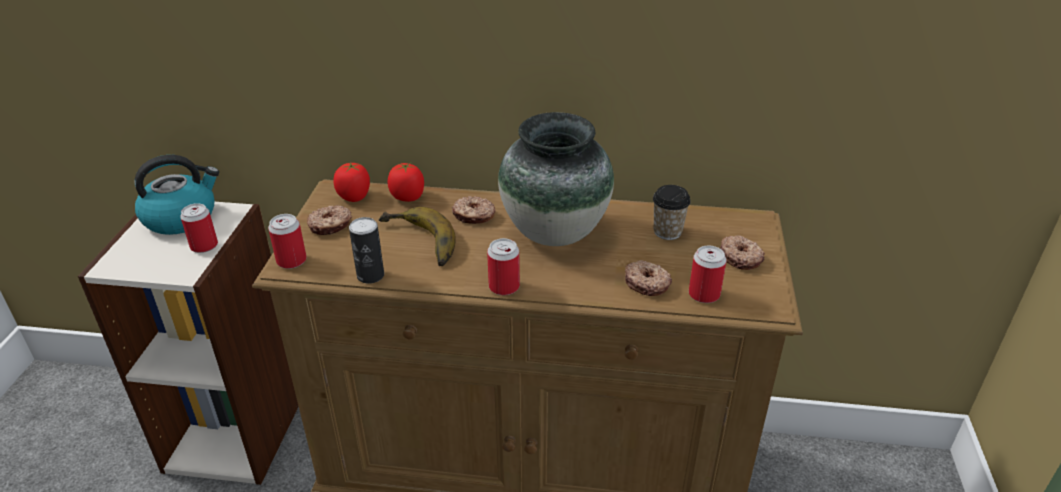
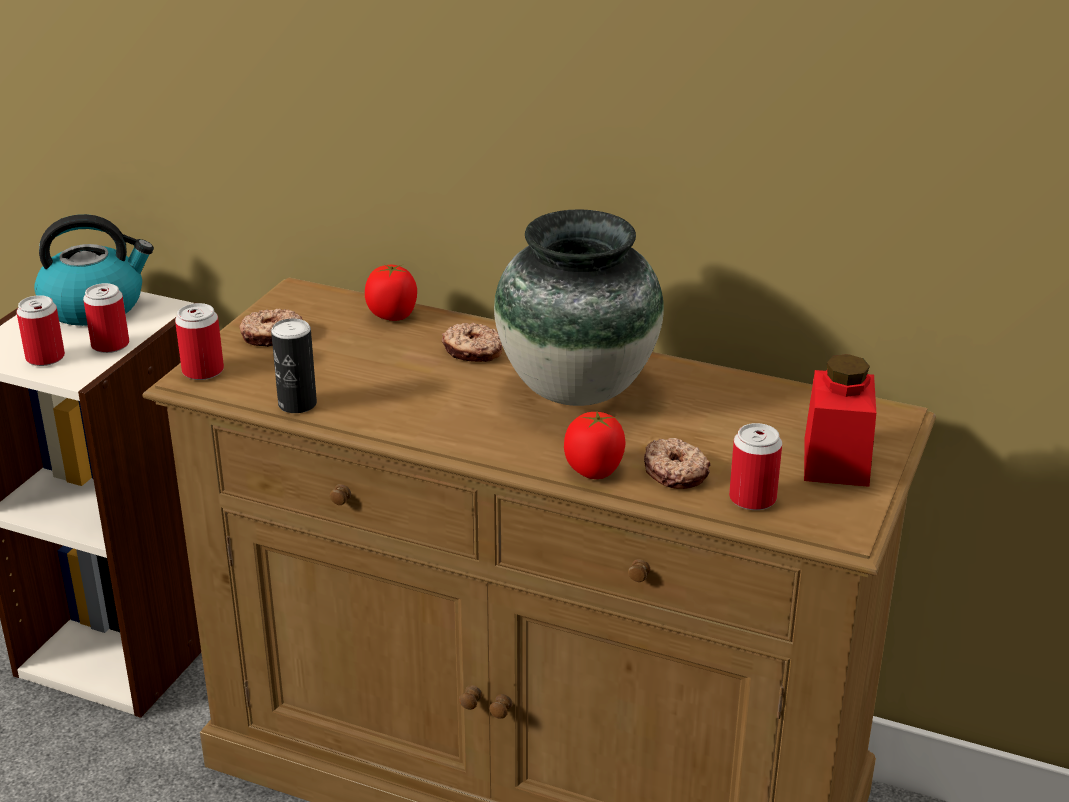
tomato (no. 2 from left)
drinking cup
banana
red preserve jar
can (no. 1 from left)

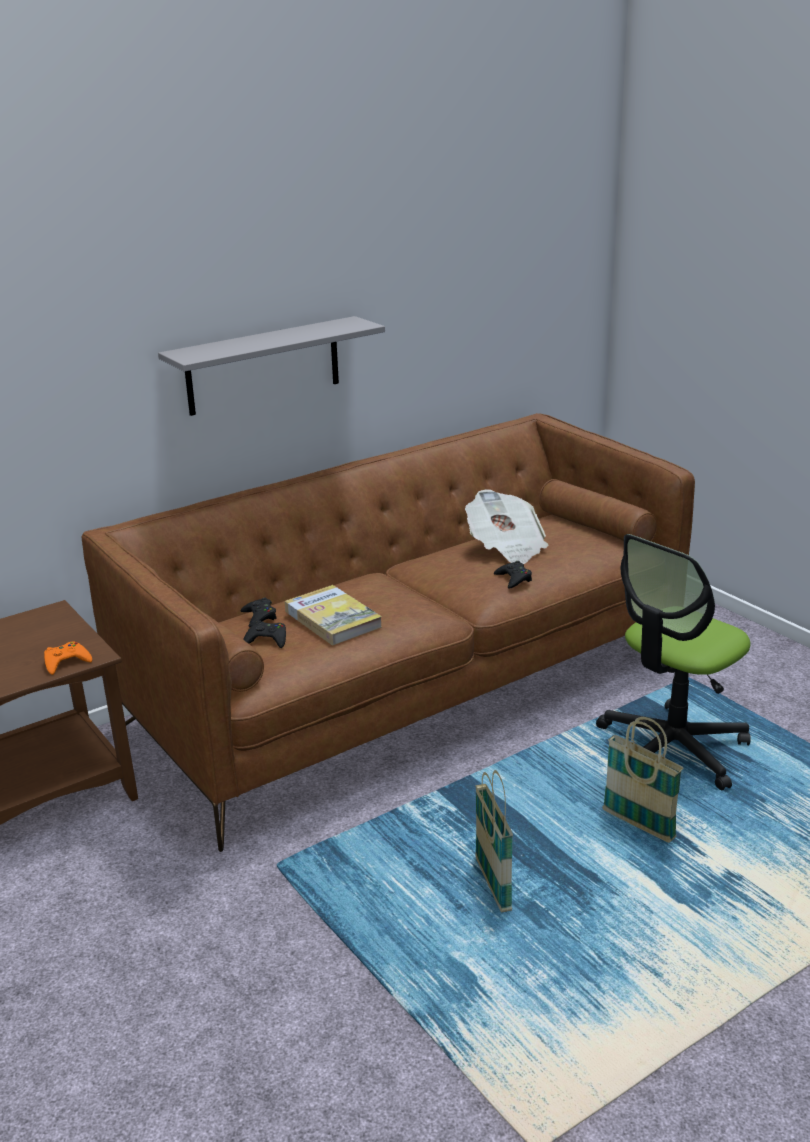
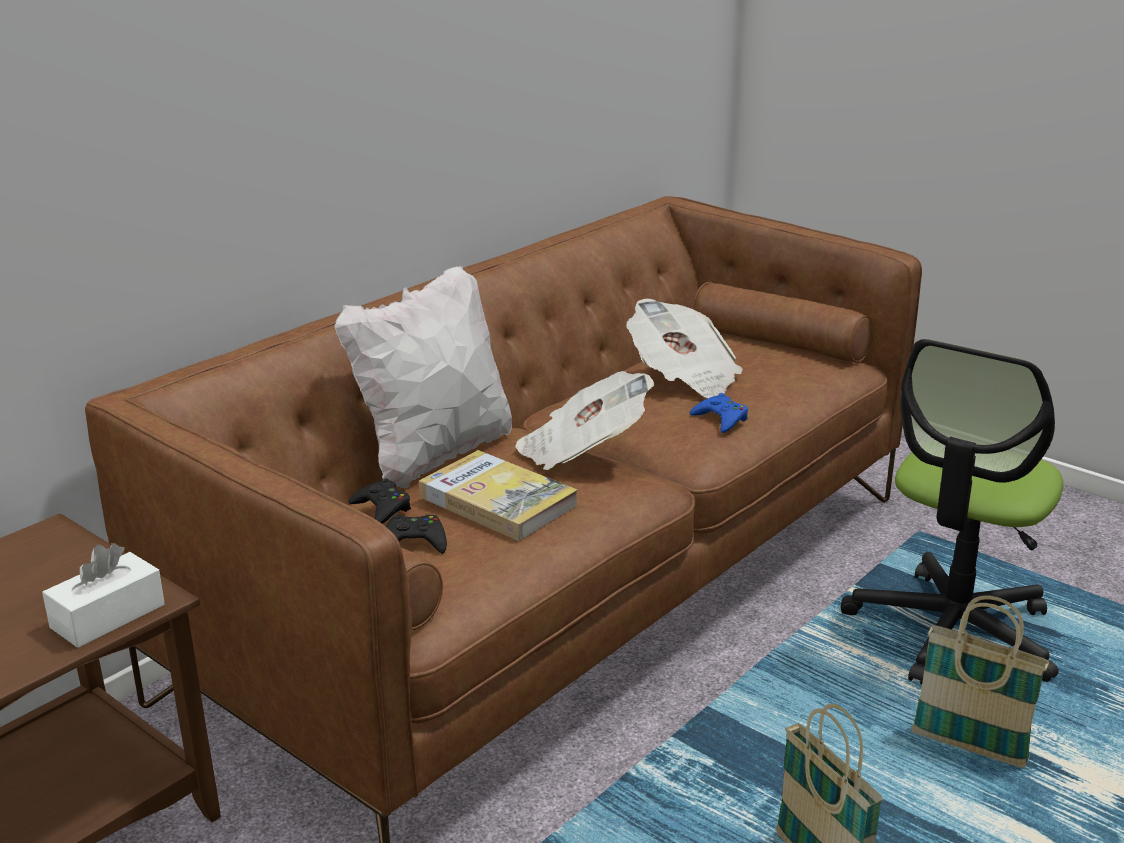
greyish shelf
blue game controller
whitish box of tissues
whitish pillow
daily paper (no. 1 from left)

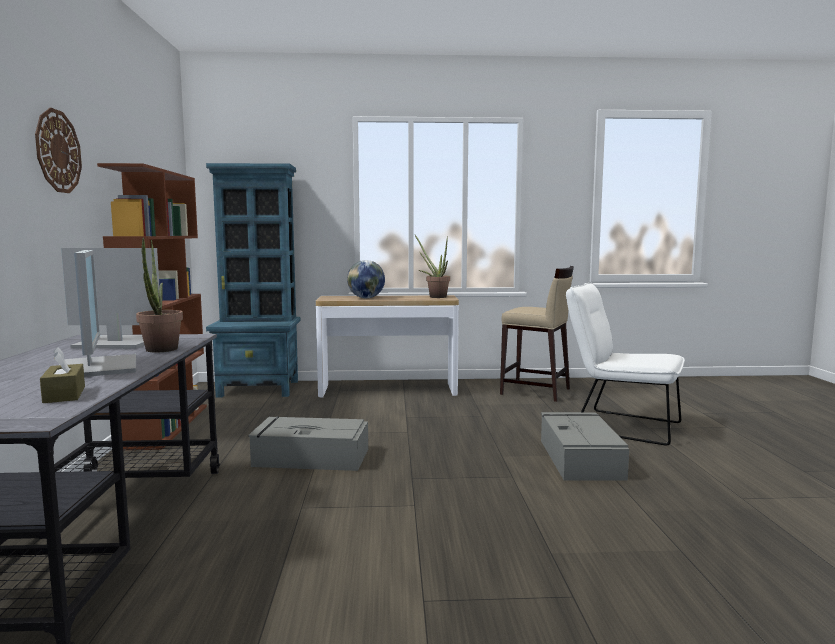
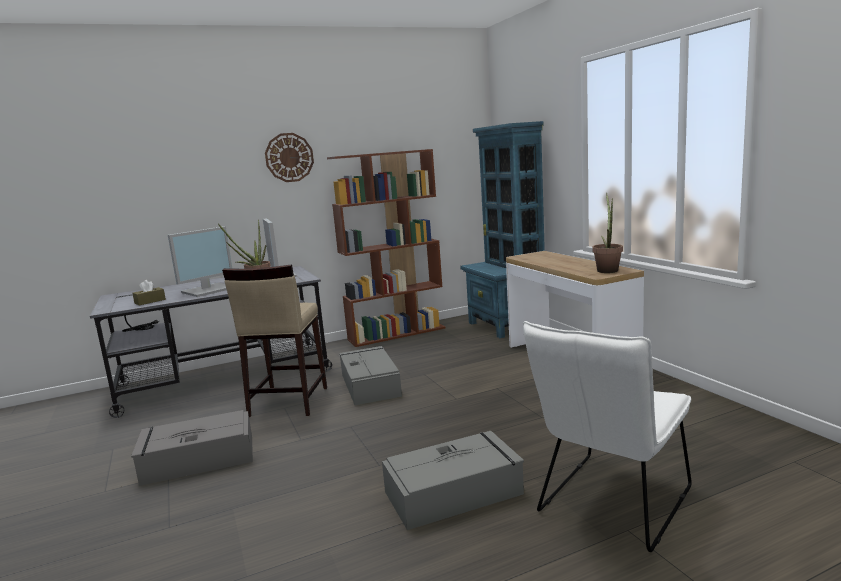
desk globe
sand-coloured stool seat
whitish plain chair
greyish storage bin (no. 1 from left)

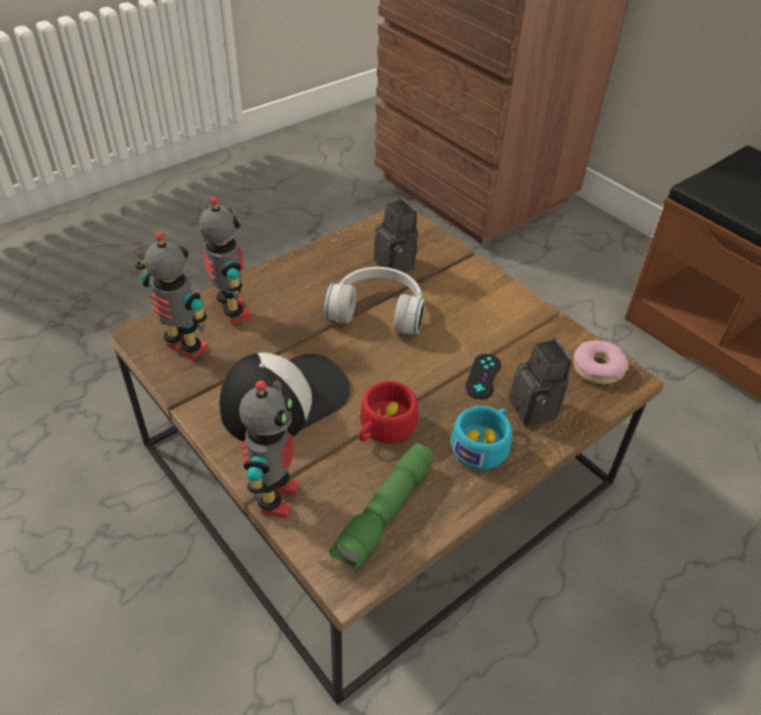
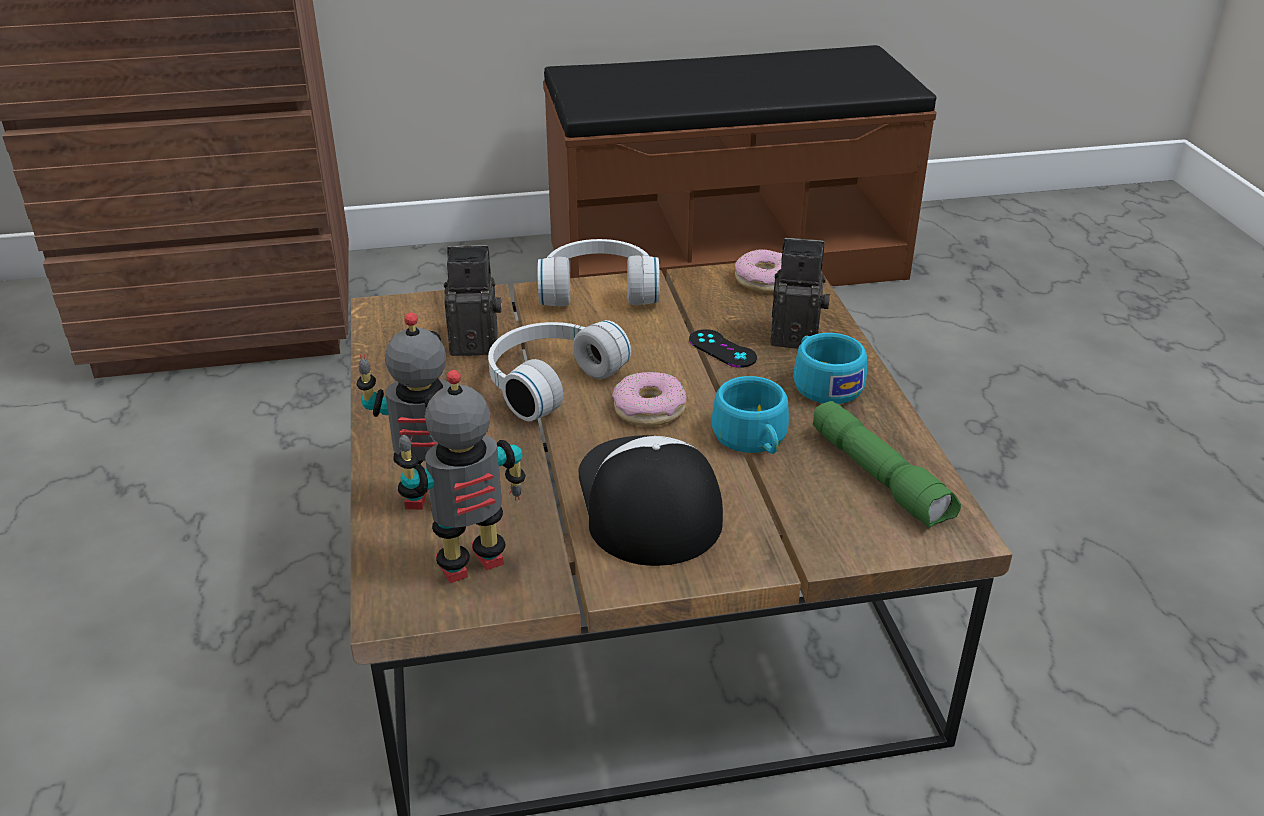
toy robot (no. 3 from left in the first image)
blue-green drinking cup (no. 1 from left)
whitish headphones (no. 2 from left)
doughnut (no. 1 from left)

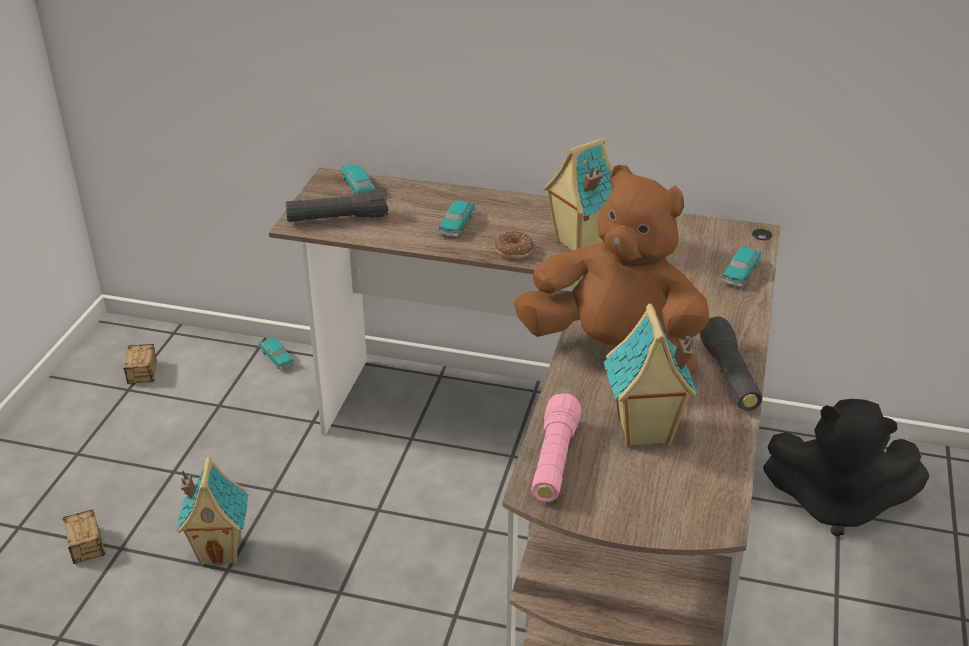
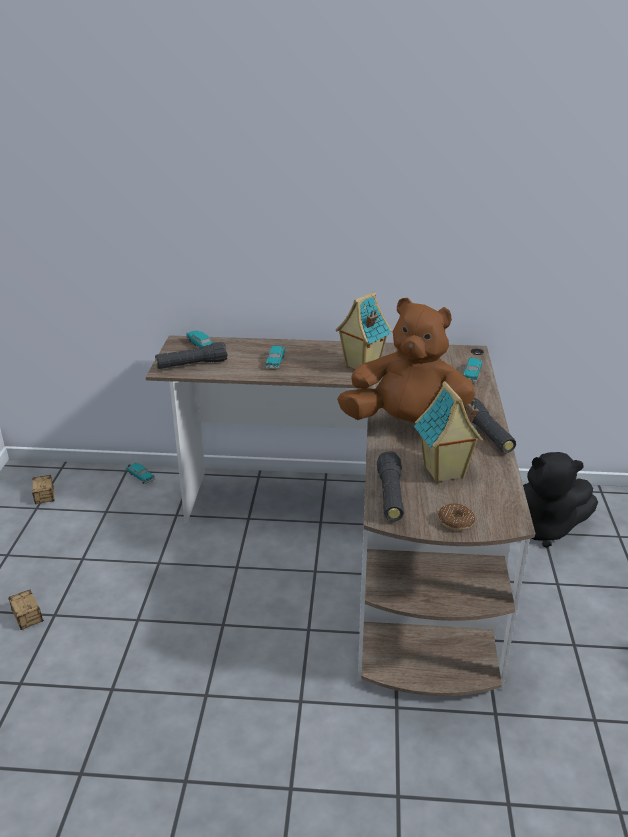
doughnut
black-coloured torch (no. 2 from left)
miniature house (no. 1 from left in the first image)

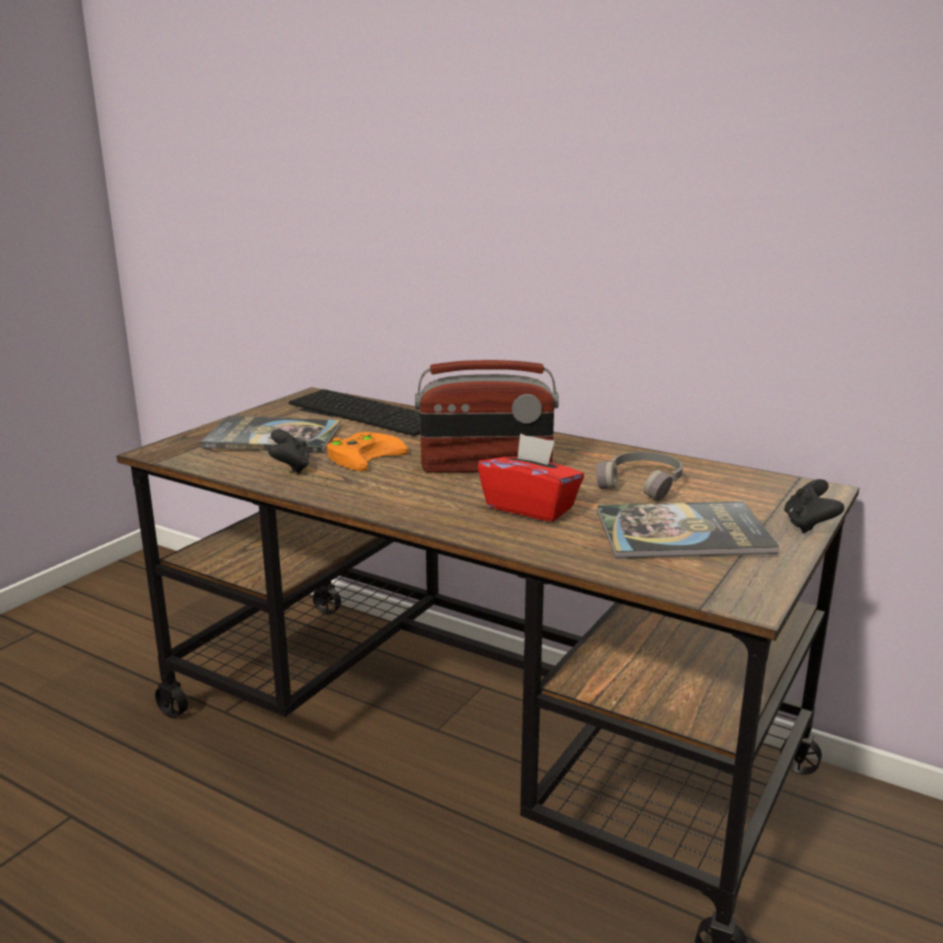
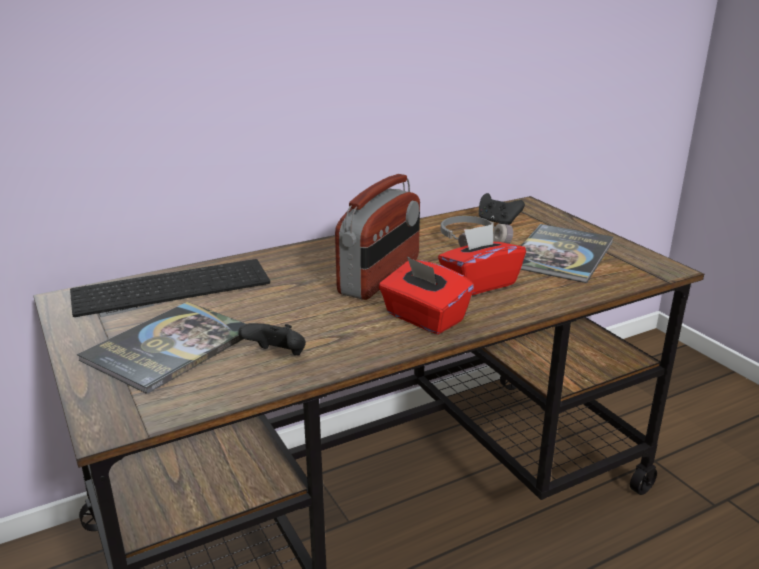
orangey game controller
black-coloured game controller (no. 2 from left)
red box of tissues (no. 1 from left)

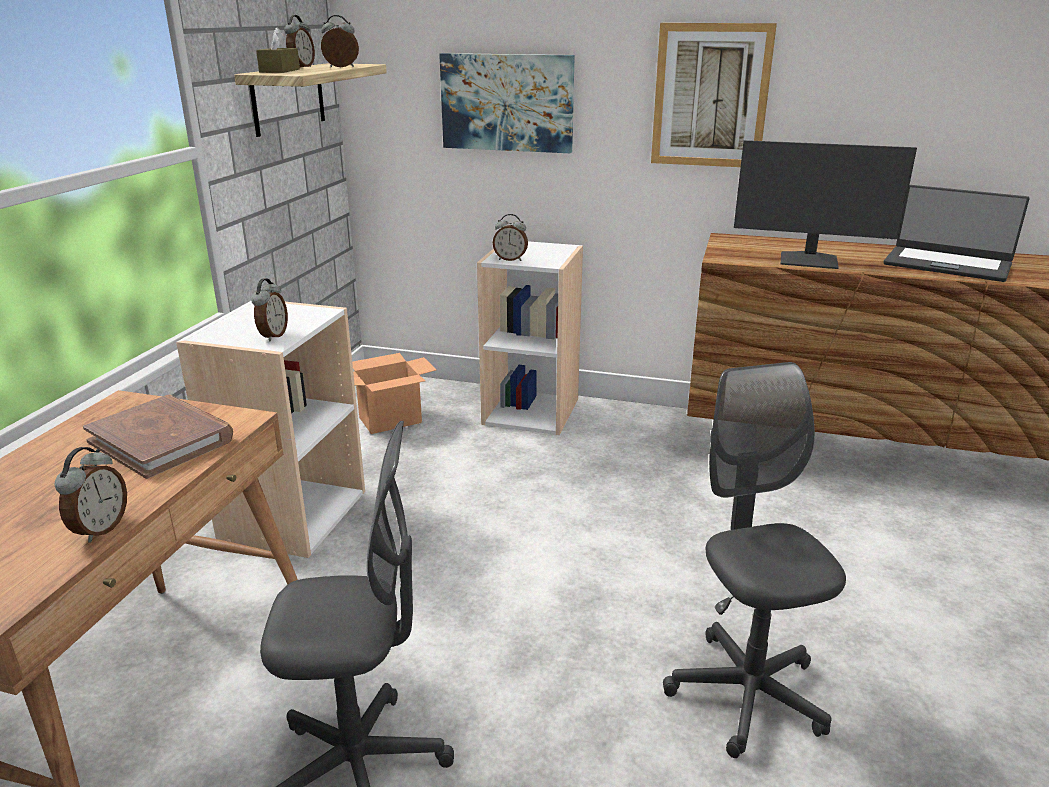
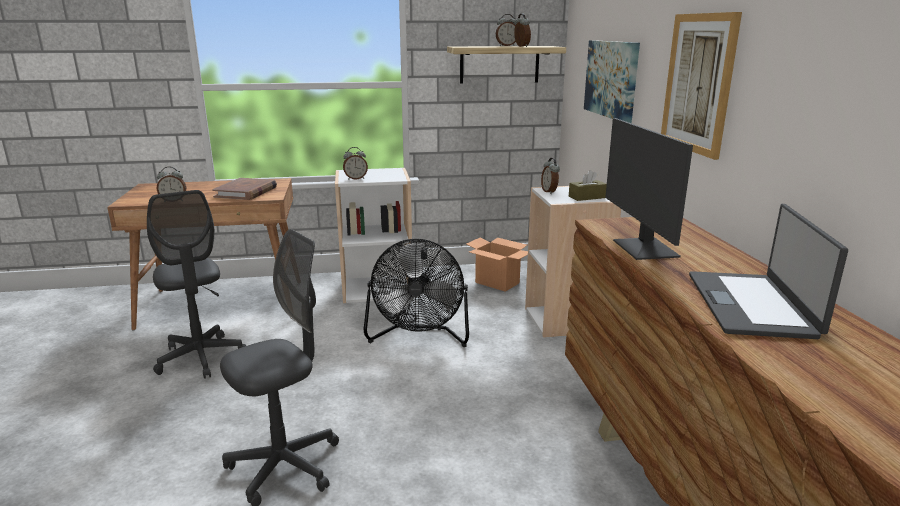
brownish box of tissues
black-coloured fan

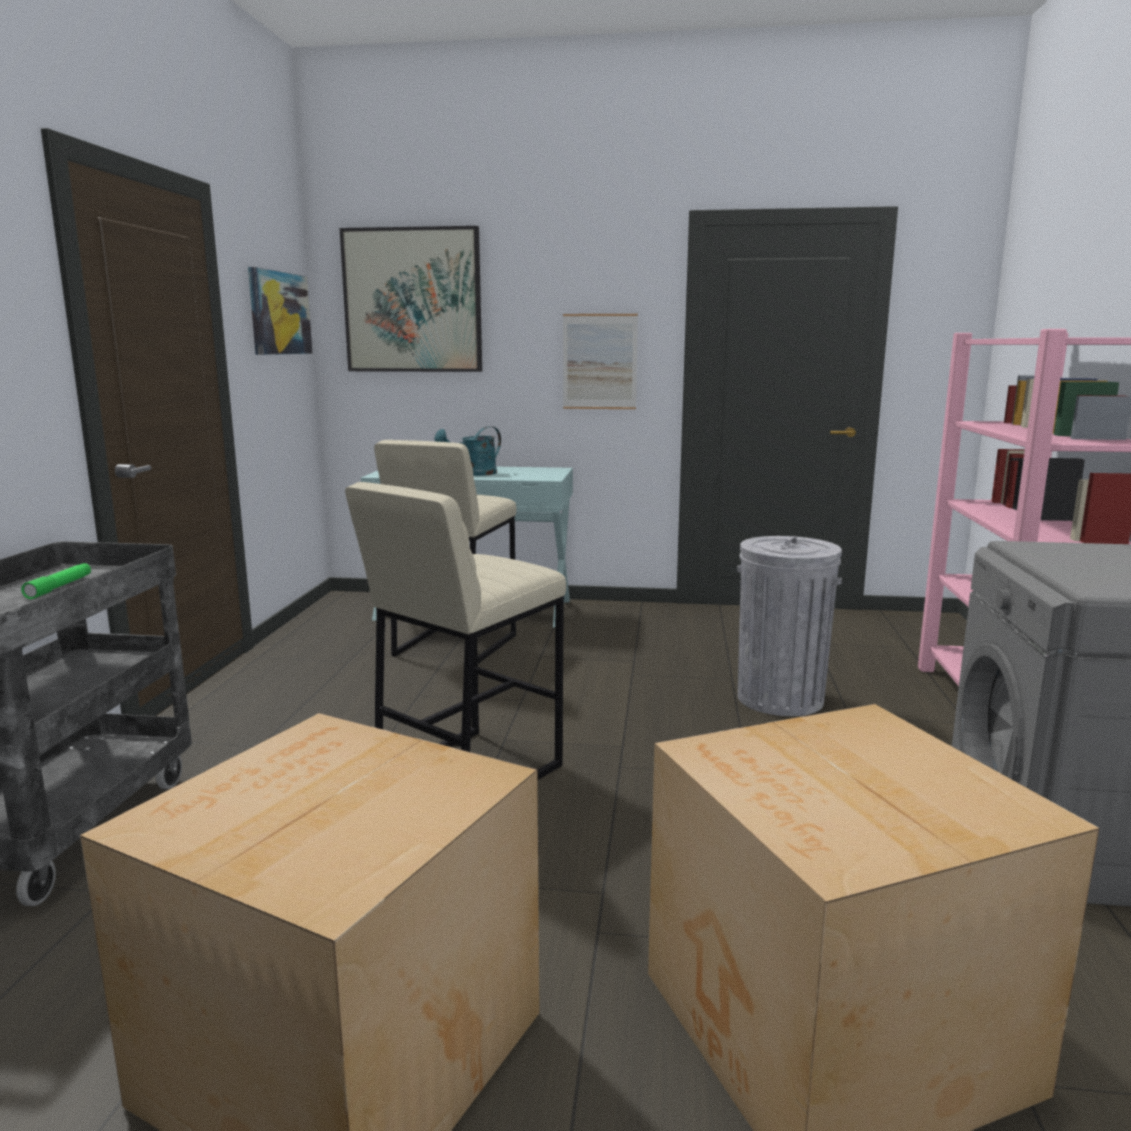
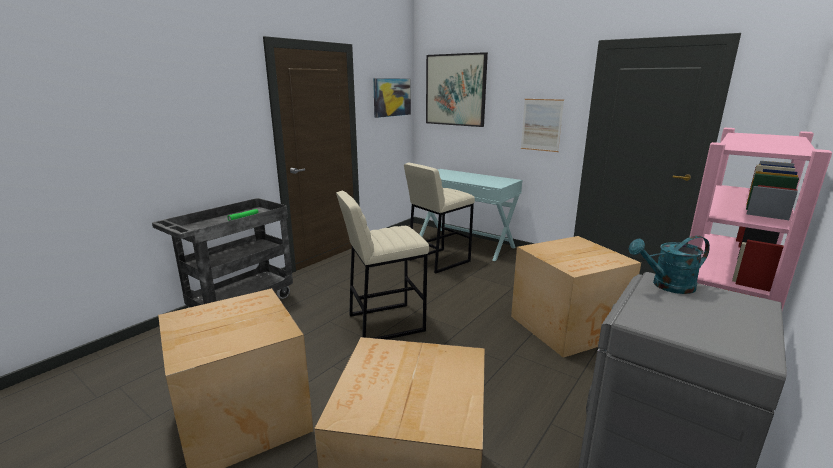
blue-green watering pot
packing box (no. 3 from left)

